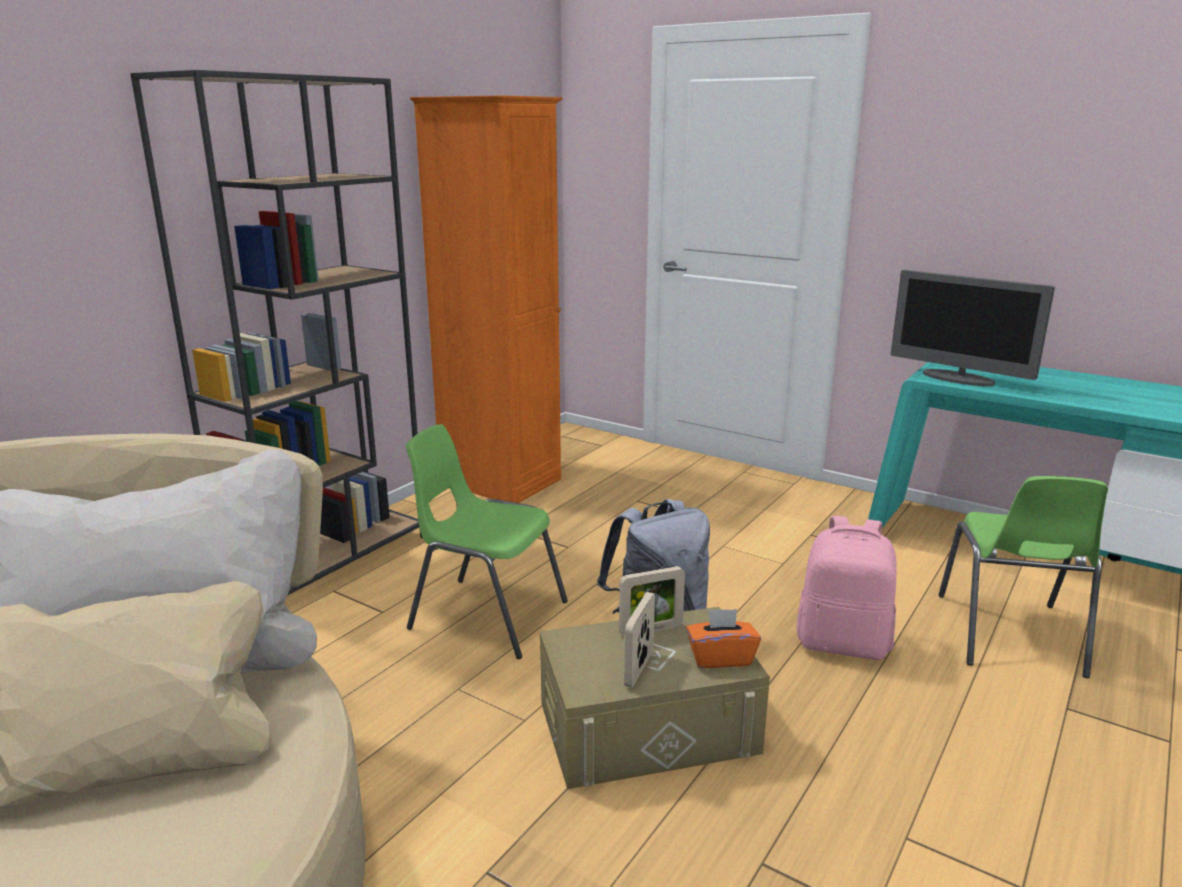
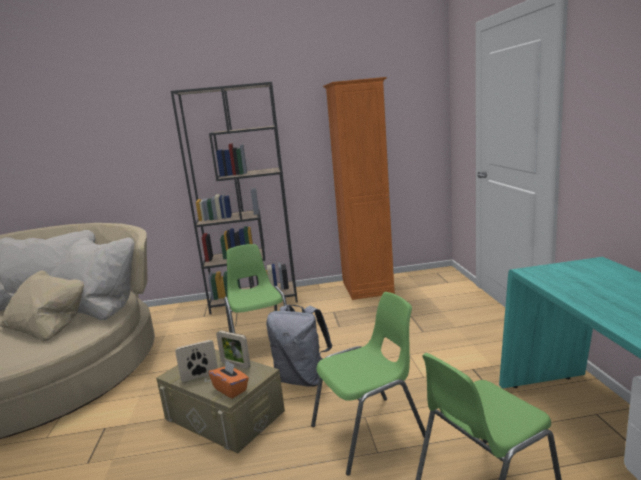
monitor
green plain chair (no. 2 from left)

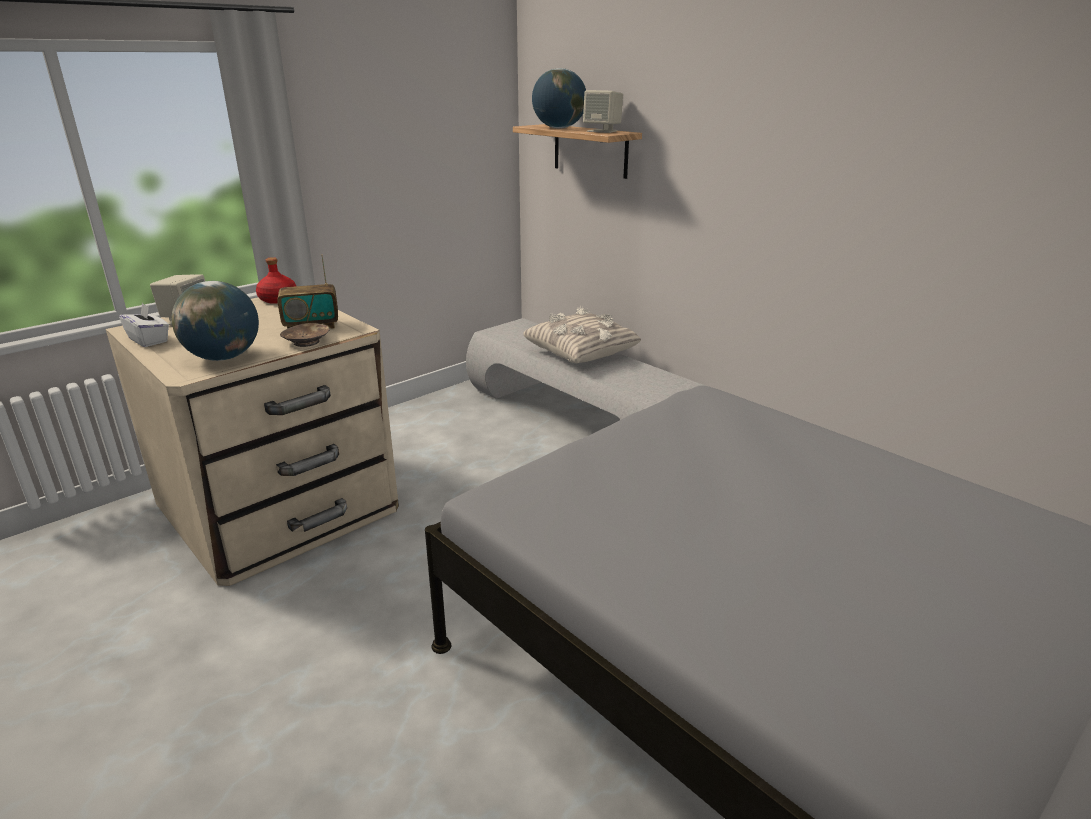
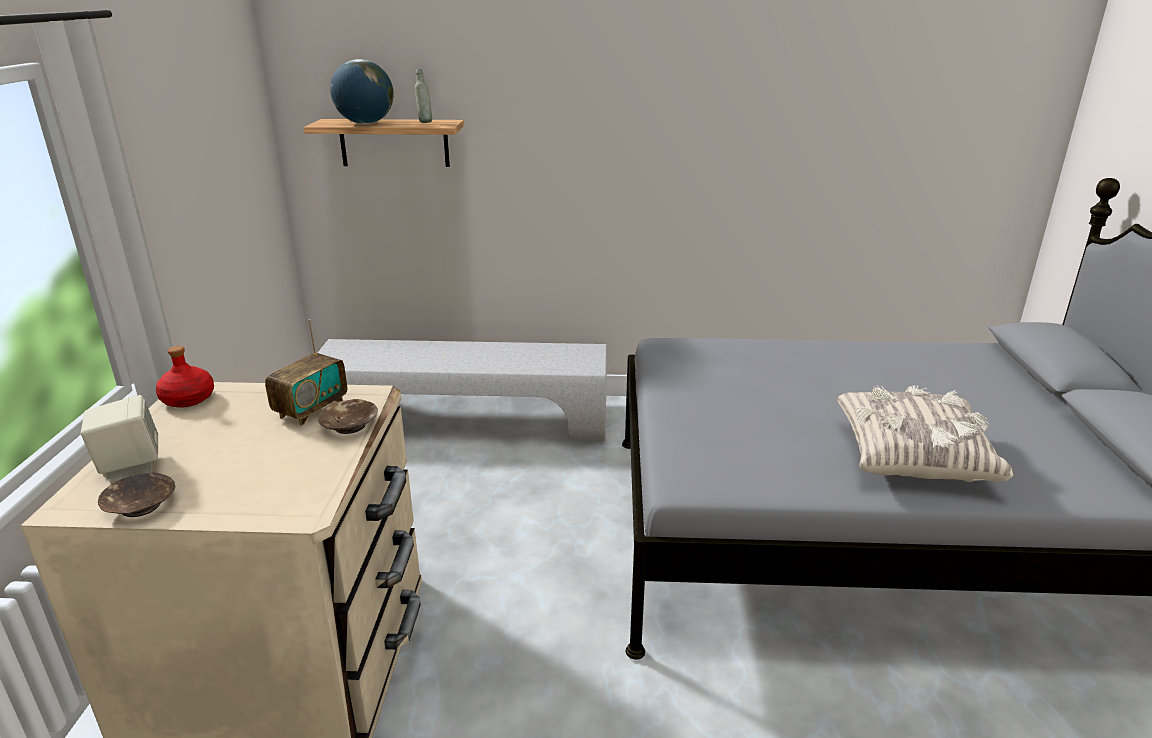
greyish bottle
desk globe (no. 1 from left in the first image)
brownish serving bowl (no. 1 from left)
sand-coloured pillow

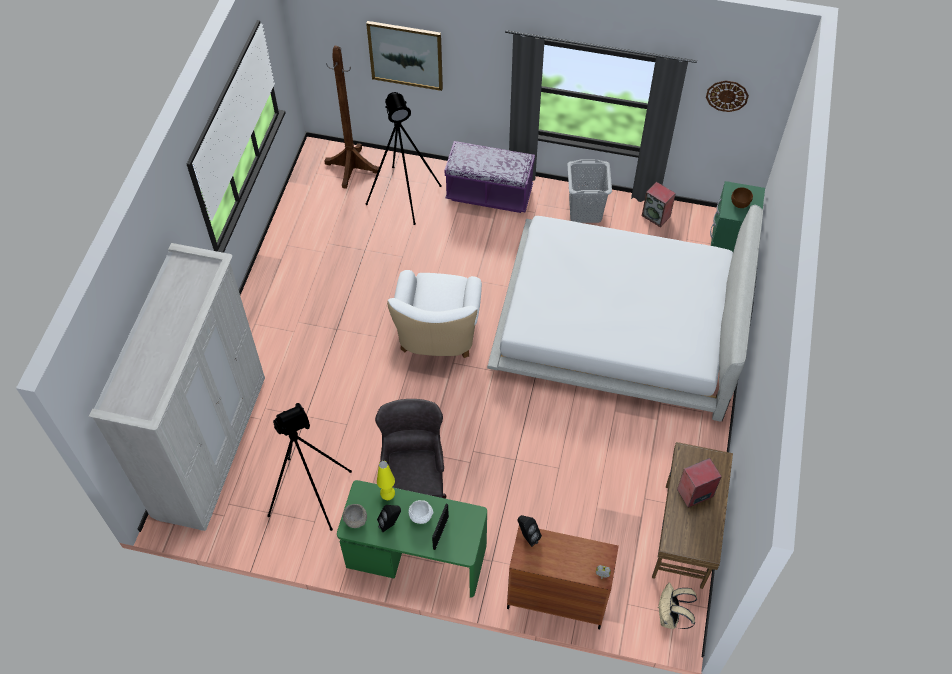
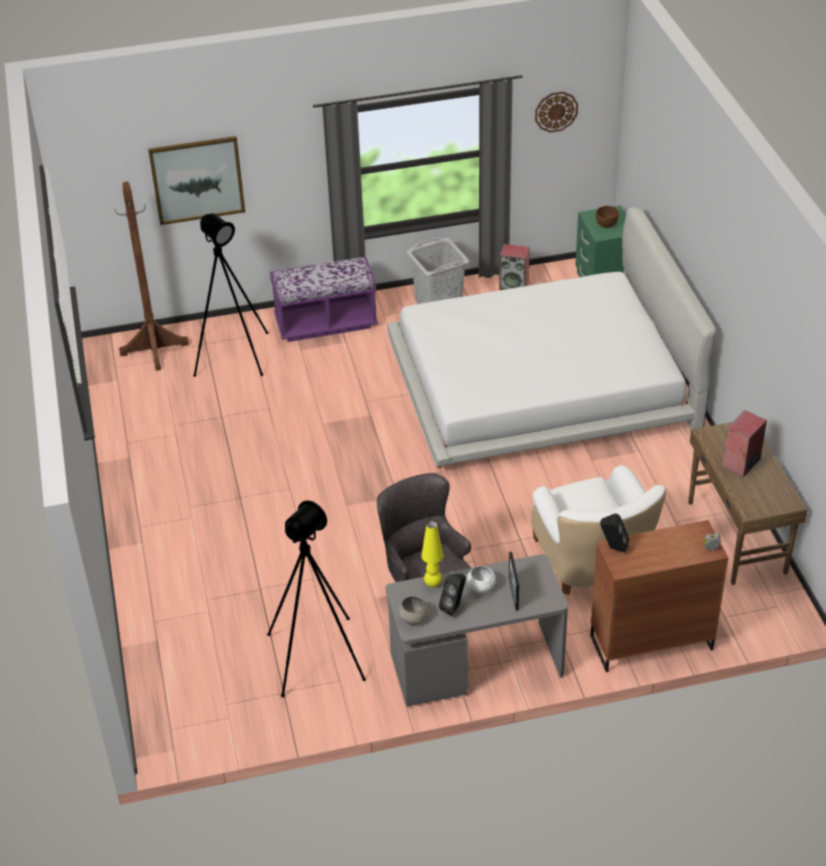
whitish wardrobe
whitish lounge chair
greyish desk
sand-coloured knapsack

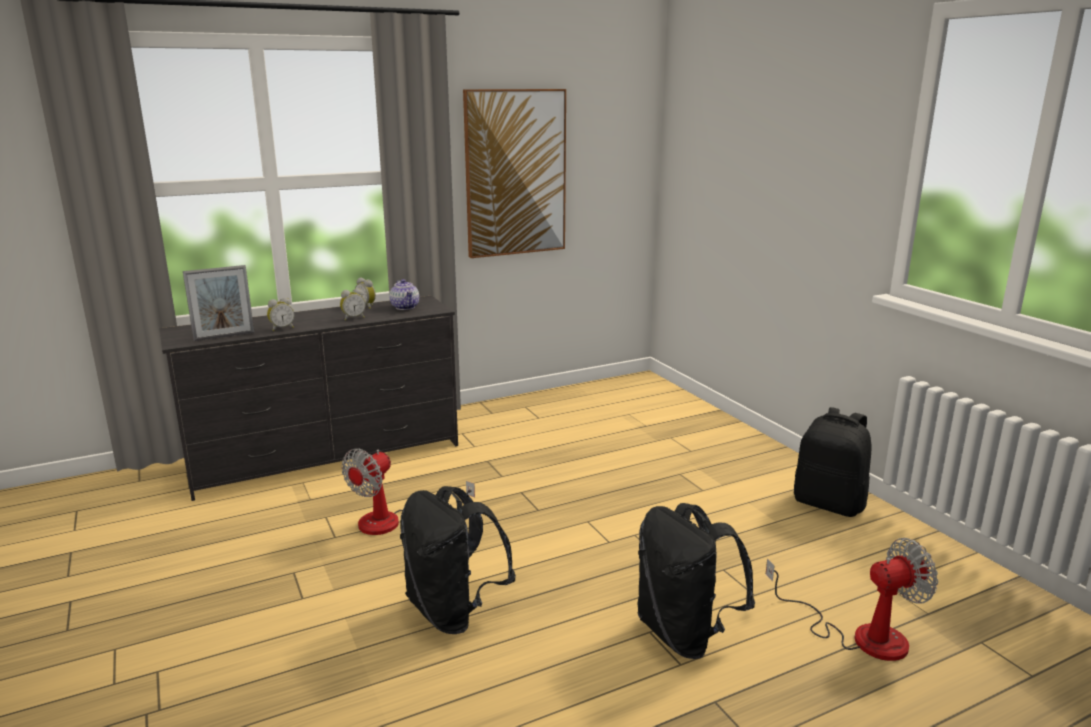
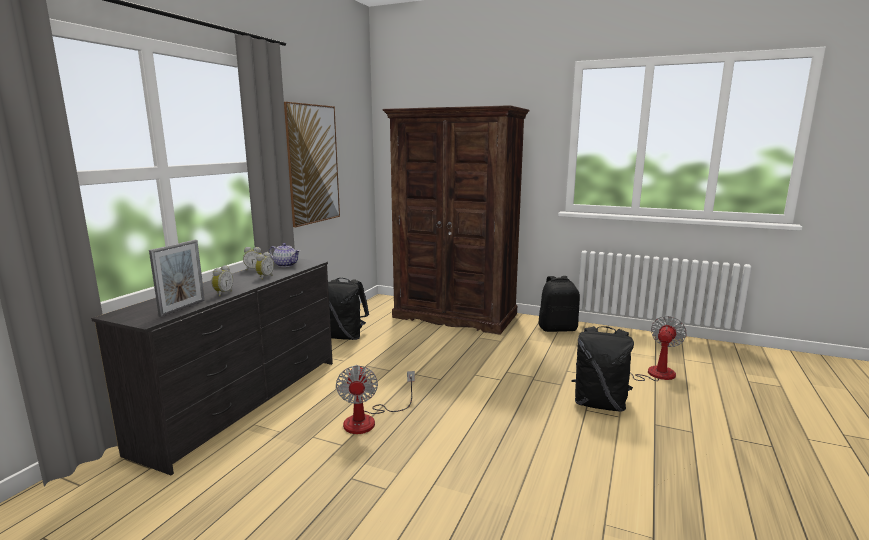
black-coloured knapsack (no. 1 from left)
brownish wardrobe

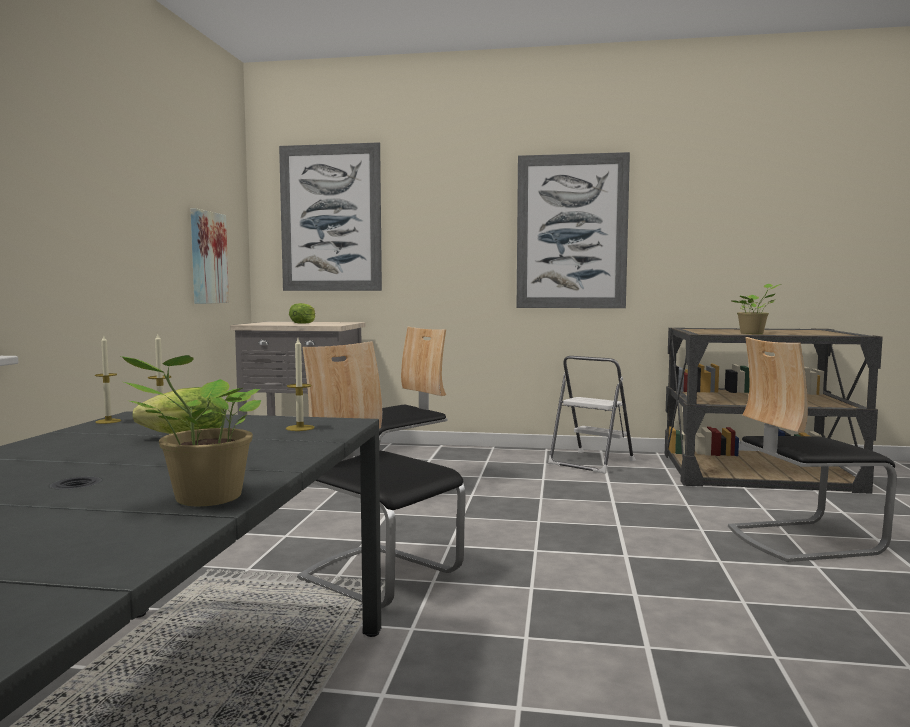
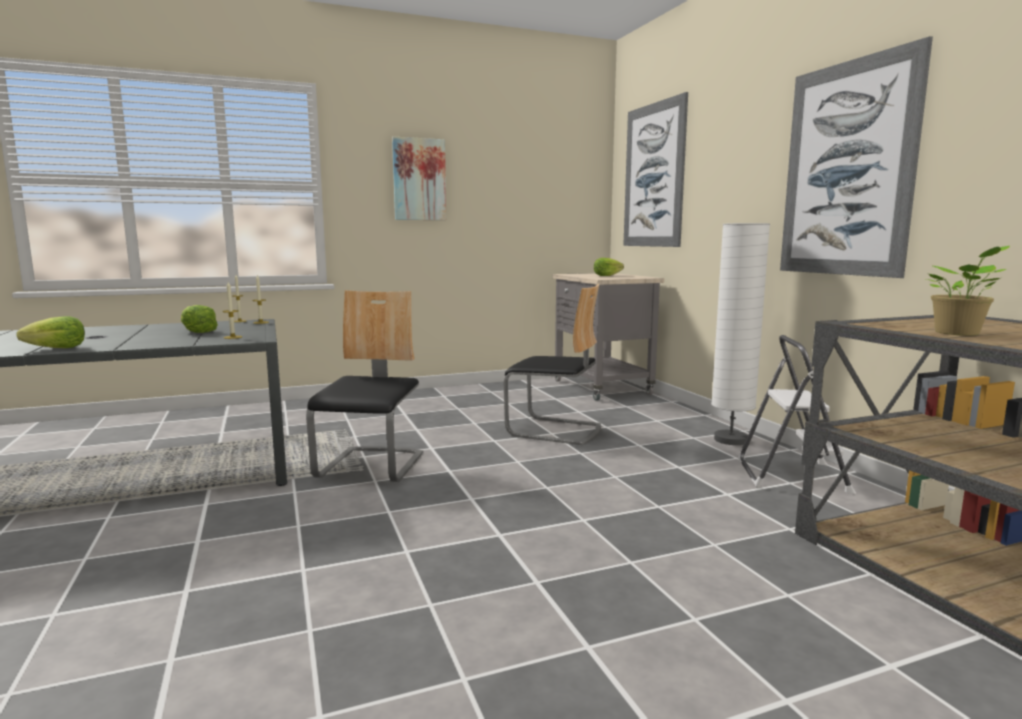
picture (no. 1 from left)
plain chair (no. 3 from left in the first image)
head of lettuce (no. 1 from left)
whitish floor lamp

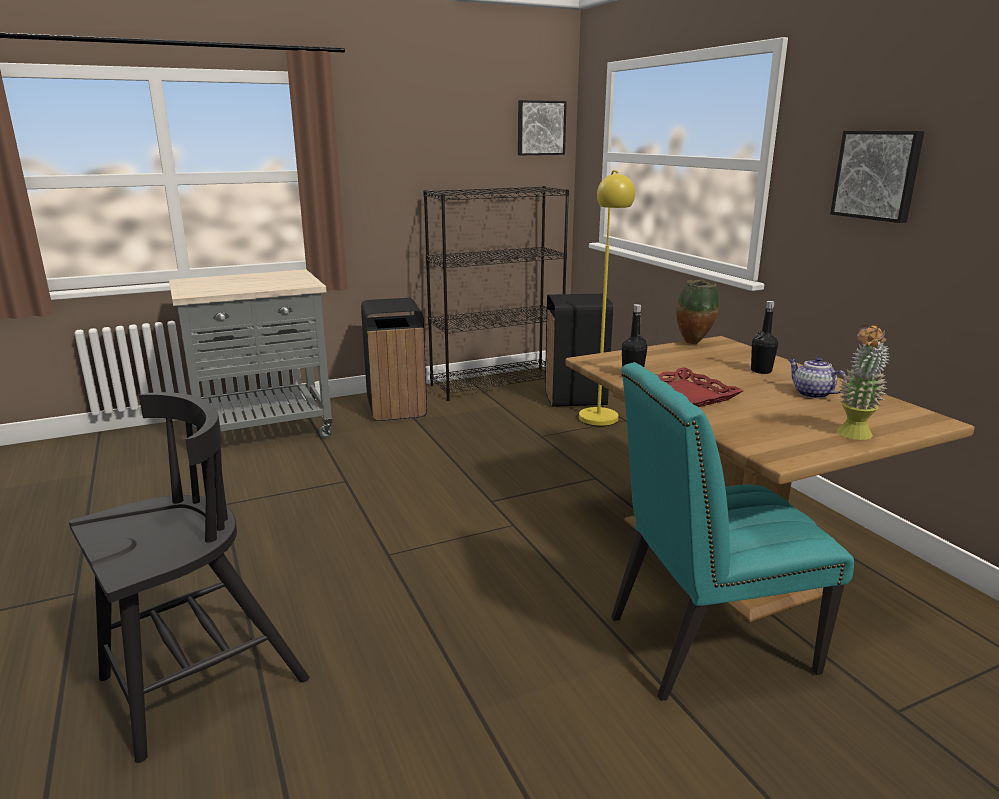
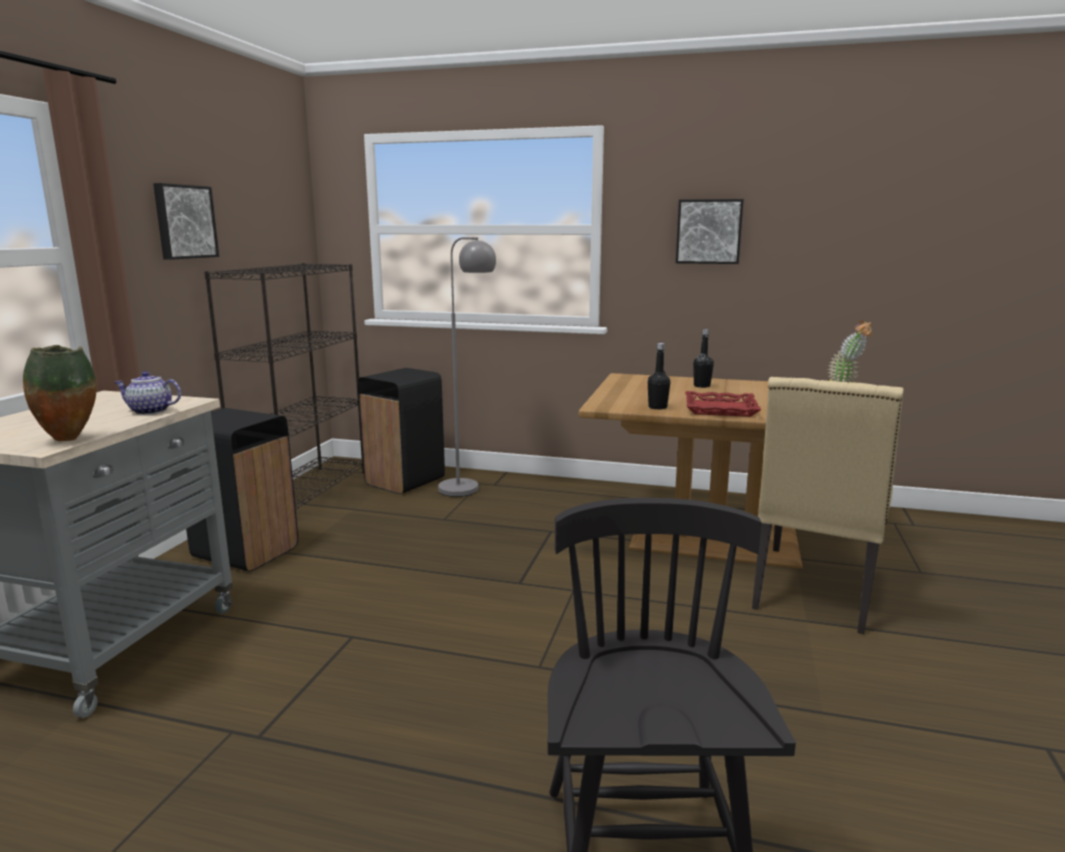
picture (no. 1 from left)
greyish floor lamp
flower vase
pot for tea
sand-coloured plain chair

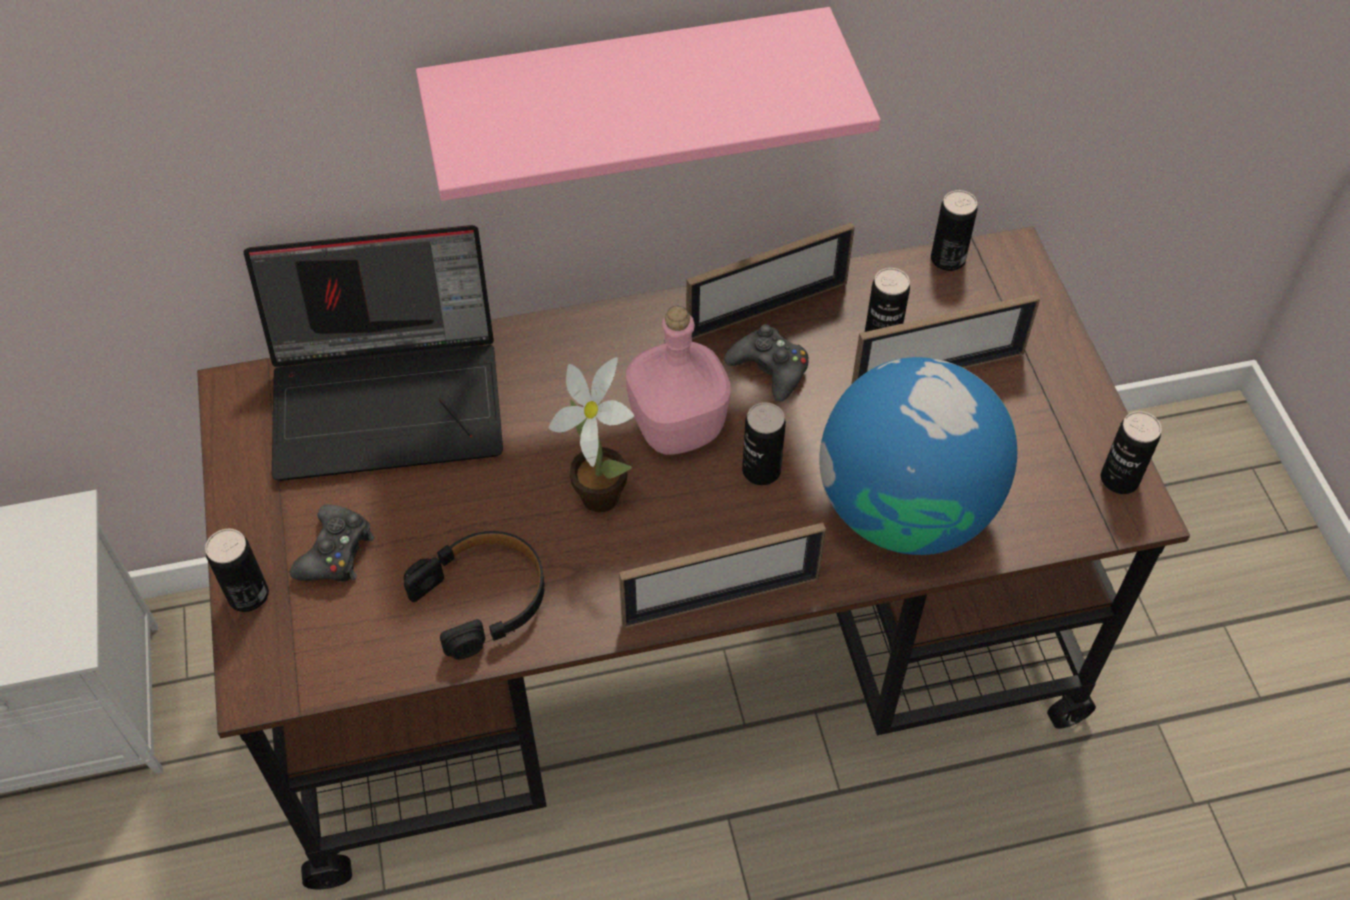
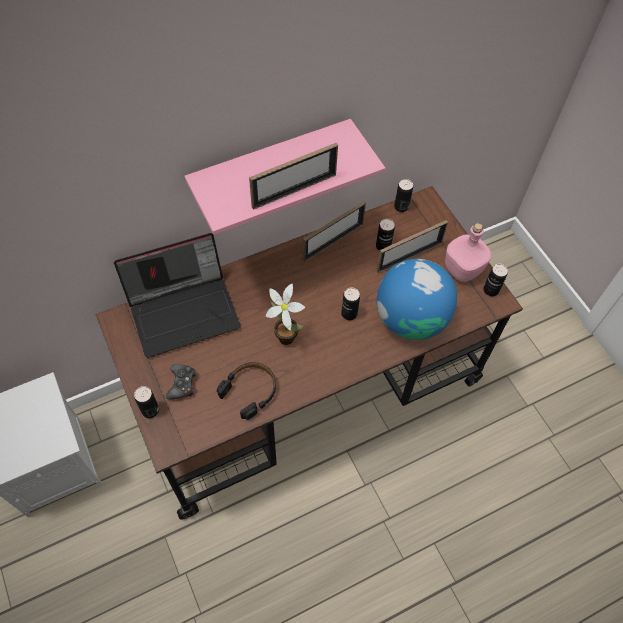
pink bottle
black-coloured game controller (no. 2 from left in the first image)
standing frame (no. 1 from left)

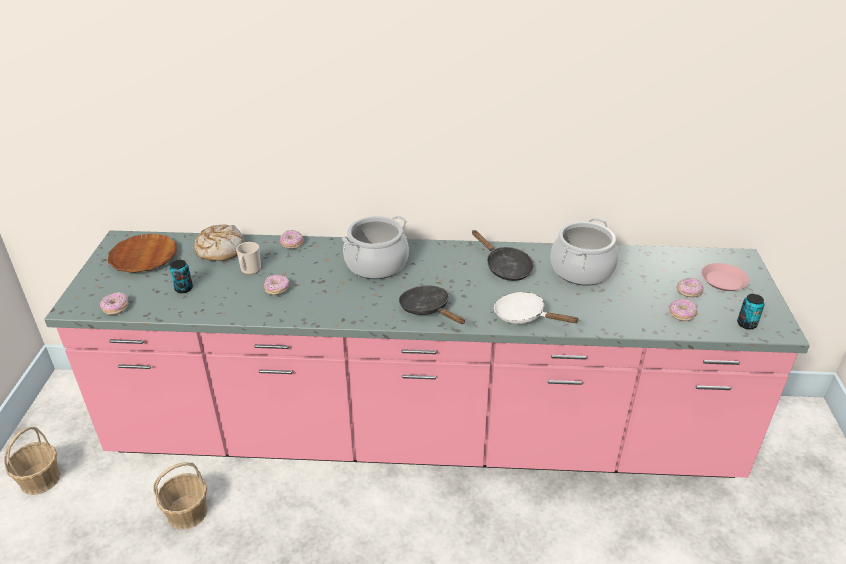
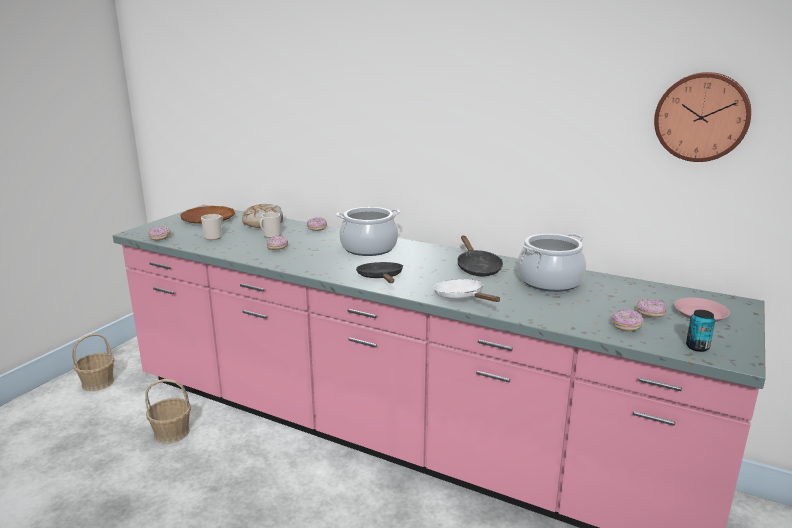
tea mug (no. 1 from left)
hanging clock

